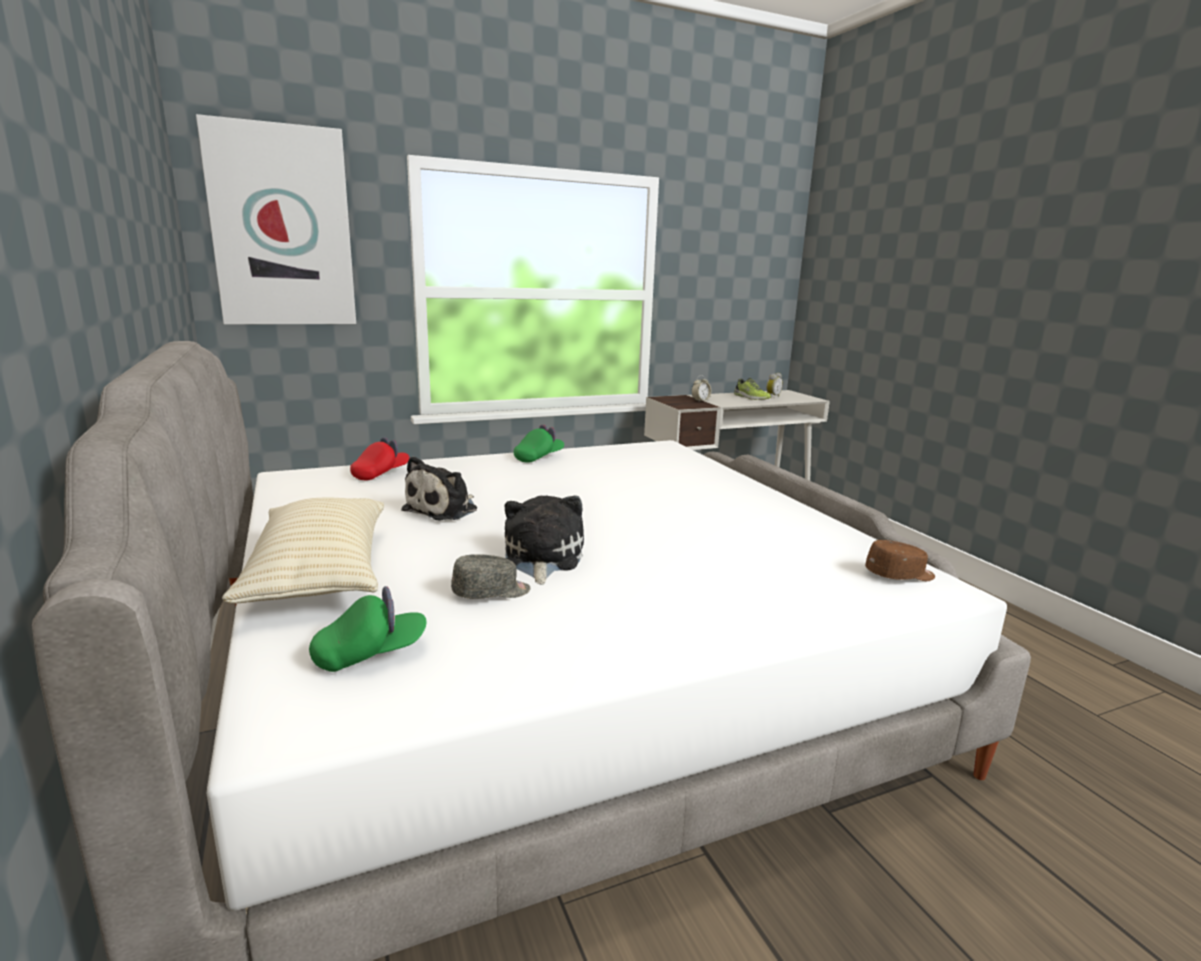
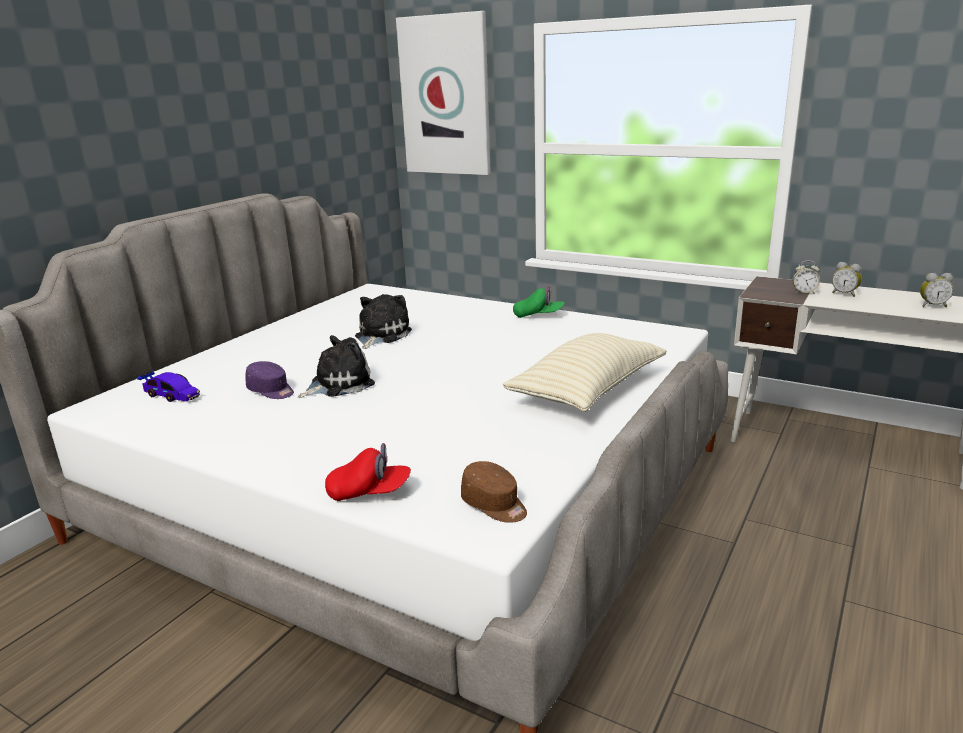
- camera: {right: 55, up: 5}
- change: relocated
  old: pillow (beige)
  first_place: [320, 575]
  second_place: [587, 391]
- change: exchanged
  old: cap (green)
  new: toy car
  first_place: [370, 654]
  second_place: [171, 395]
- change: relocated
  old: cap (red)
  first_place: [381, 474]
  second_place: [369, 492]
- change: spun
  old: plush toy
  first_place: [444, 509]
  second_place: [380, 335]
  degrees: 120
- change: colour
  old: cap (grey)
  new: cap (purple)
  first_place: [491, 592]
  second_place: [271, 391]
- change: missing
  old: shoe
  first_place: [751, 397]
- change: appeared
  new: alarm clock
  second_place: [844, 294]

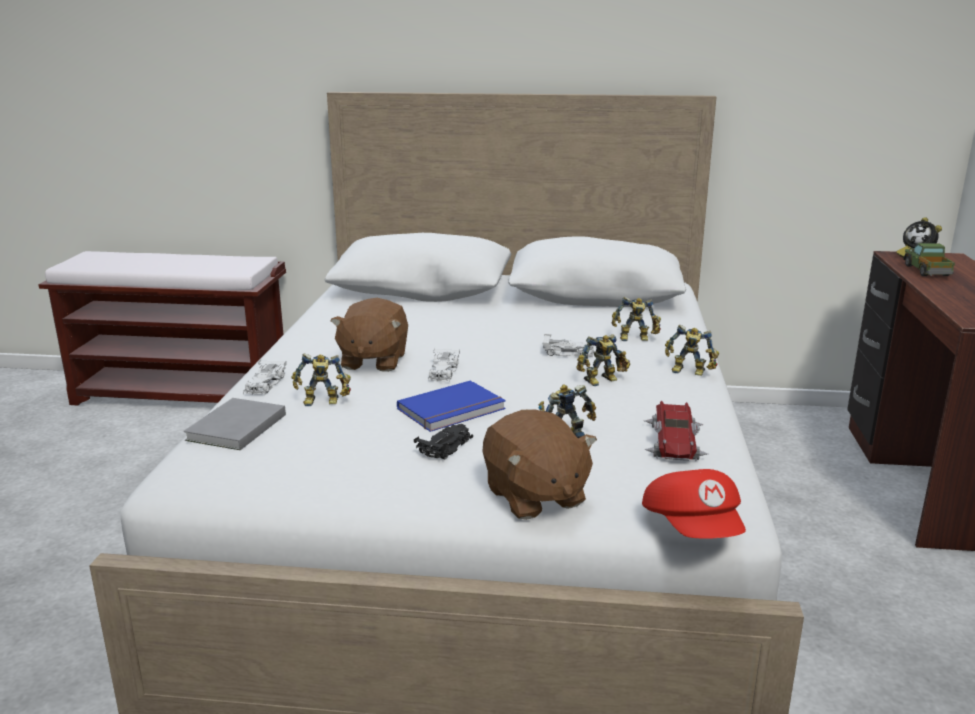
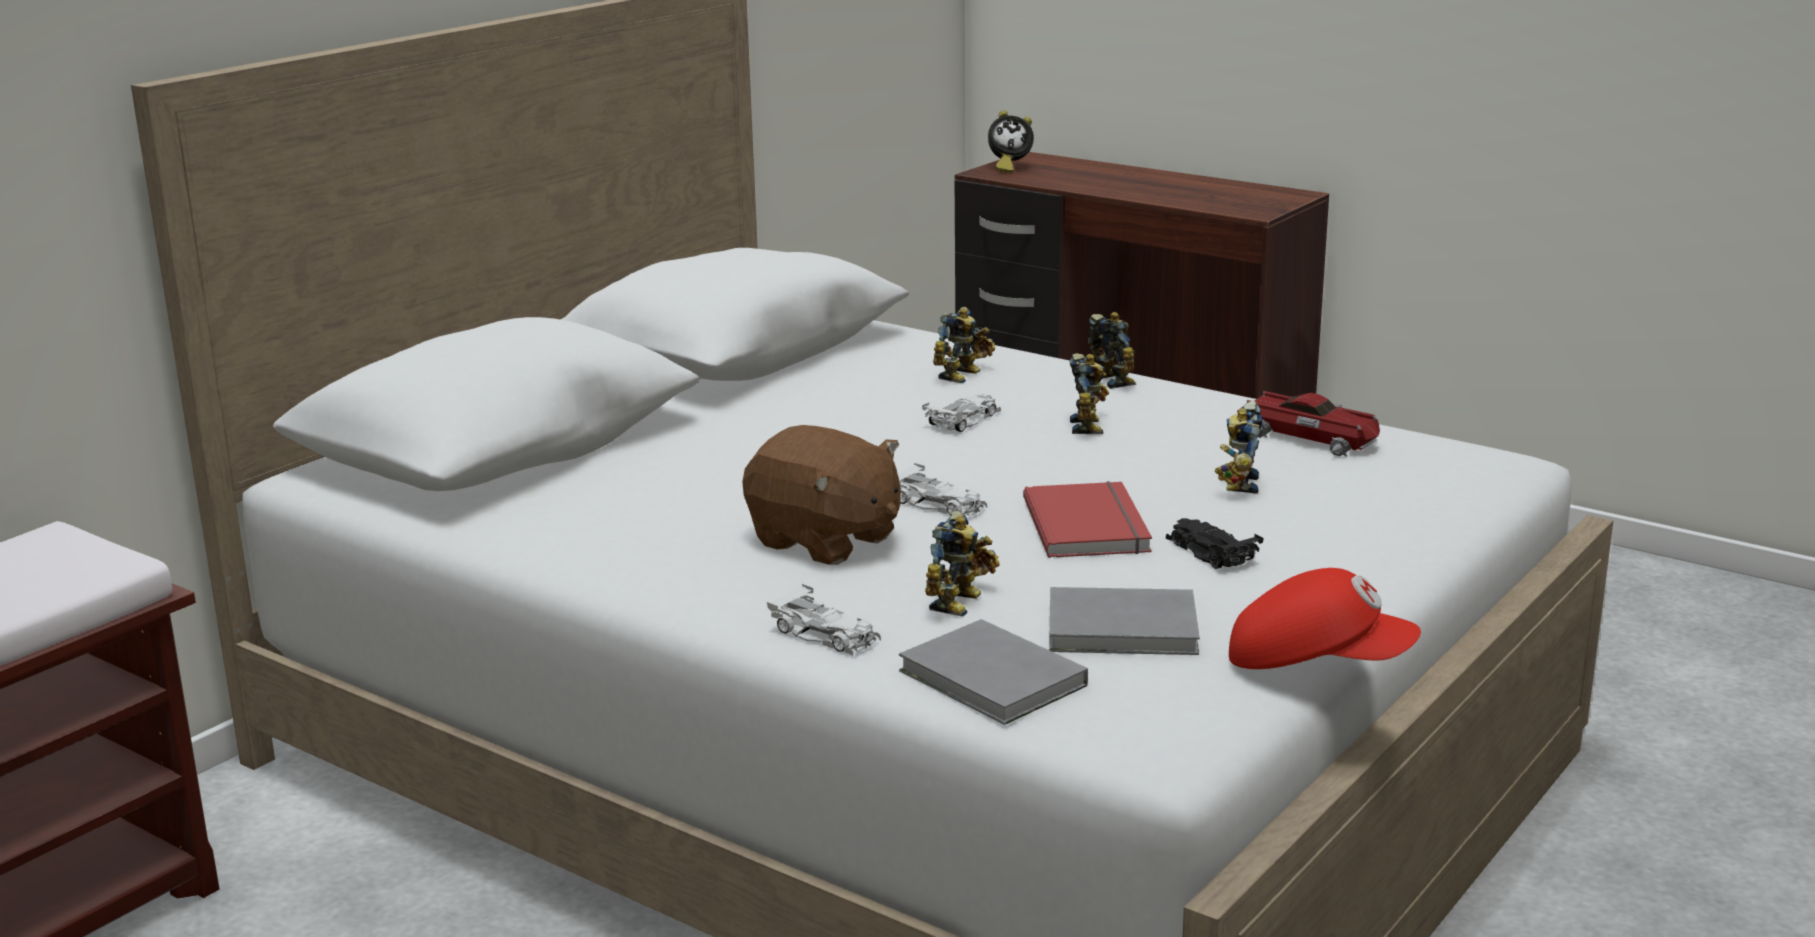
- camera: {right: -60, up: 0}
- change: colour
  old: book (blue)
  new: book (red)
  first_place: [453, 410]
  second_place: [1090, 525]
- change: missing
  old: plush toy (brown)
  first_place: [534, 496]
- change: relocated
  old: cap (red)
  first_place: [694, 529]
  second_place: [1316, 664]
- change: spun
  old: toy robot
  first_place: [689, 372]
  second_place: [1115, 380]
  degrees: -75
- change: missing
  old: toy truck
  first_place: [926, 271]
- change: appeared
  new: book (grey)
  second_place: [1126, 629]

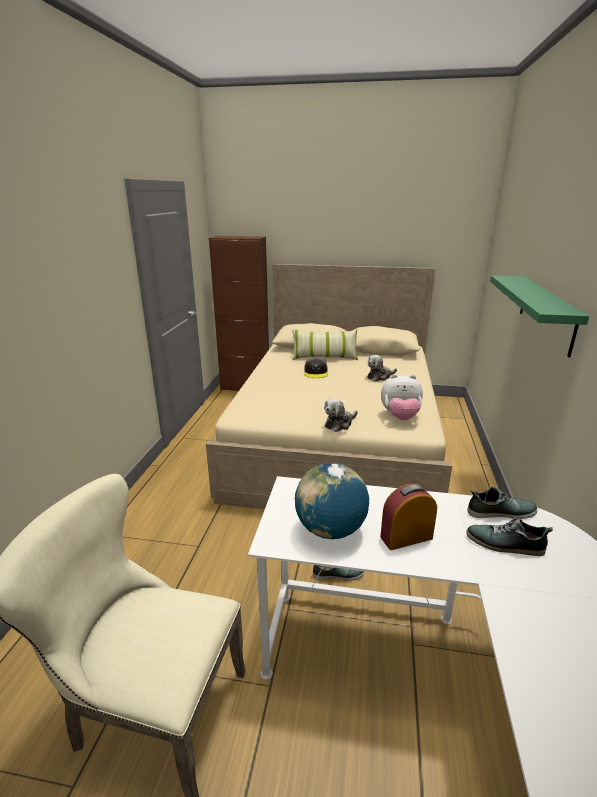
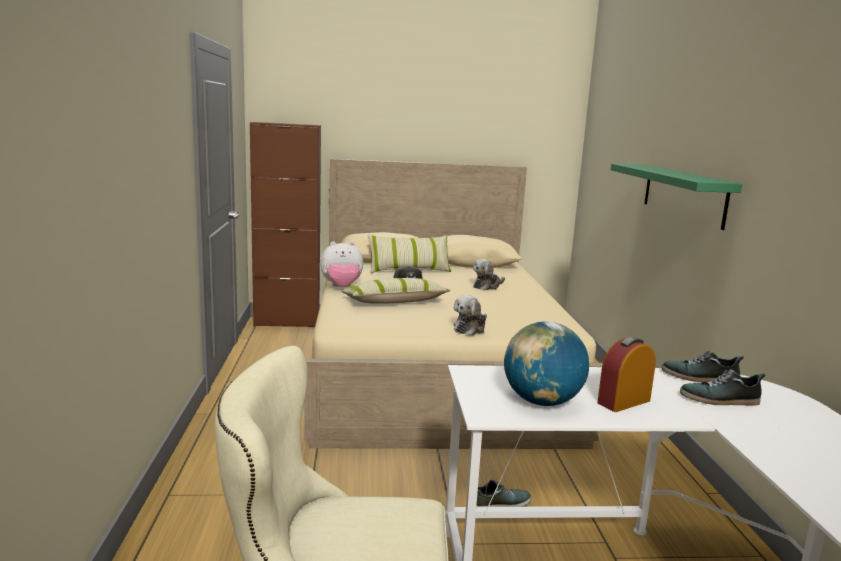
- camera: {right: -15, up: -10}
- change: relocated
  old: plush toy
  first_place: [400, 417]
  second_place: [341, 287]
- change: spun
  old: shoe
  first_place: [500, 512]
  second_place: [699, 377]
  degrees: -150
- change: appeared
  new: pillow
  second_place: [394, 302]

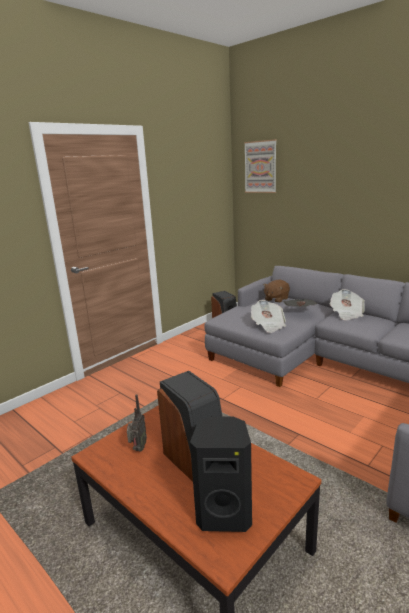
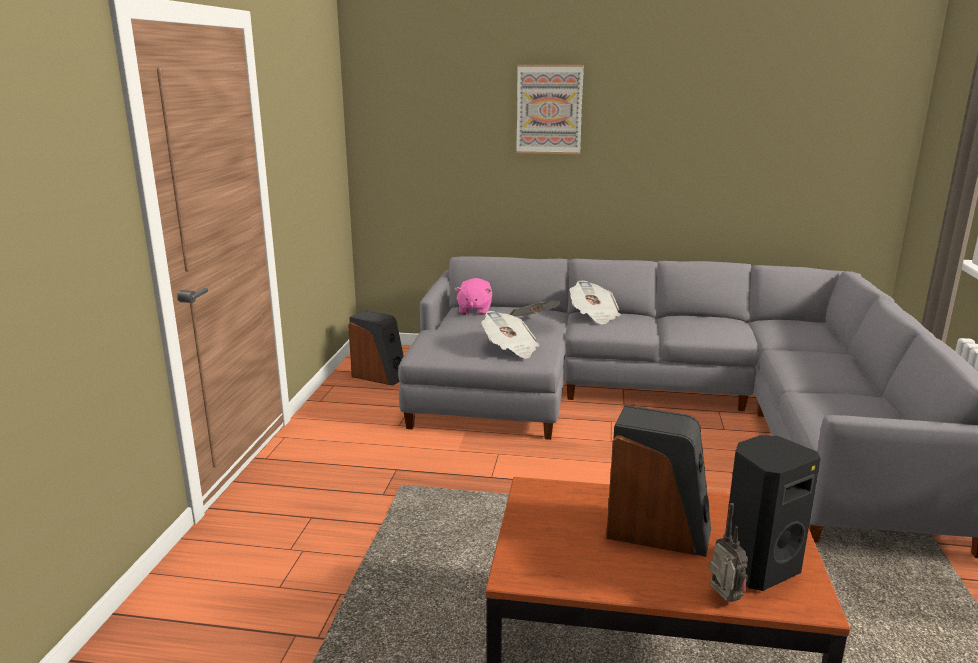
- camera: {right: -35, up: 0}
- change: relocated
  old: radio
  first_place: [138, 449]
  second_place: [723, 599]
- change: relocated
  old: picture
  first_place: [260, 167]
  second_place: [549, 109]
- change: colour
  old: plush toy (brown)
  new: plush toy (pink)
  first_place: [276, 299]
  second_place: [474, 311]

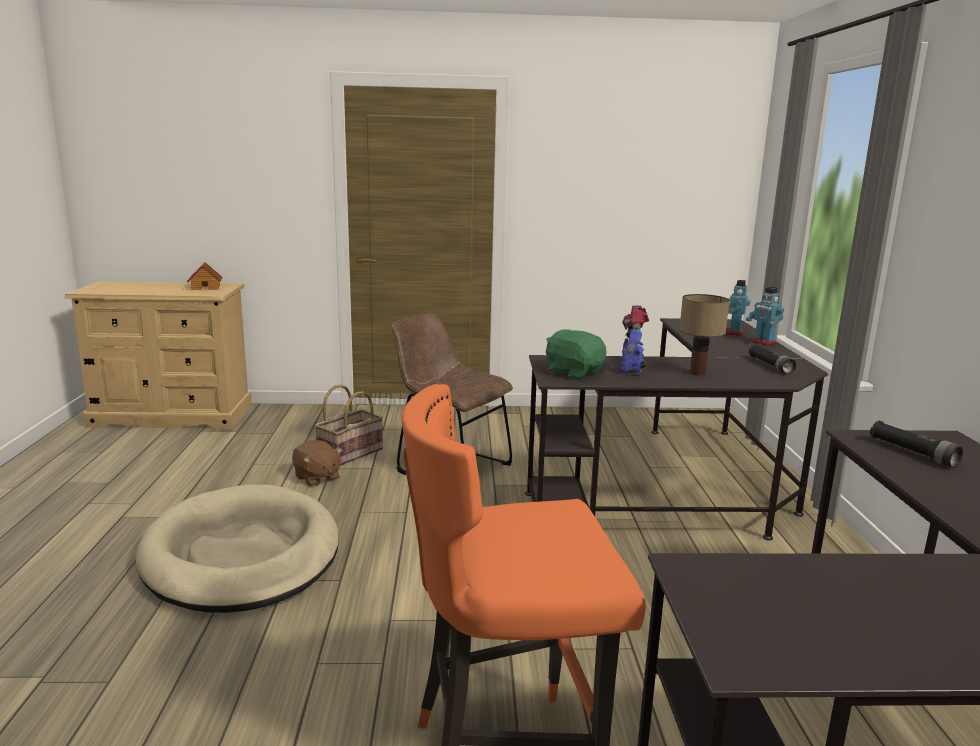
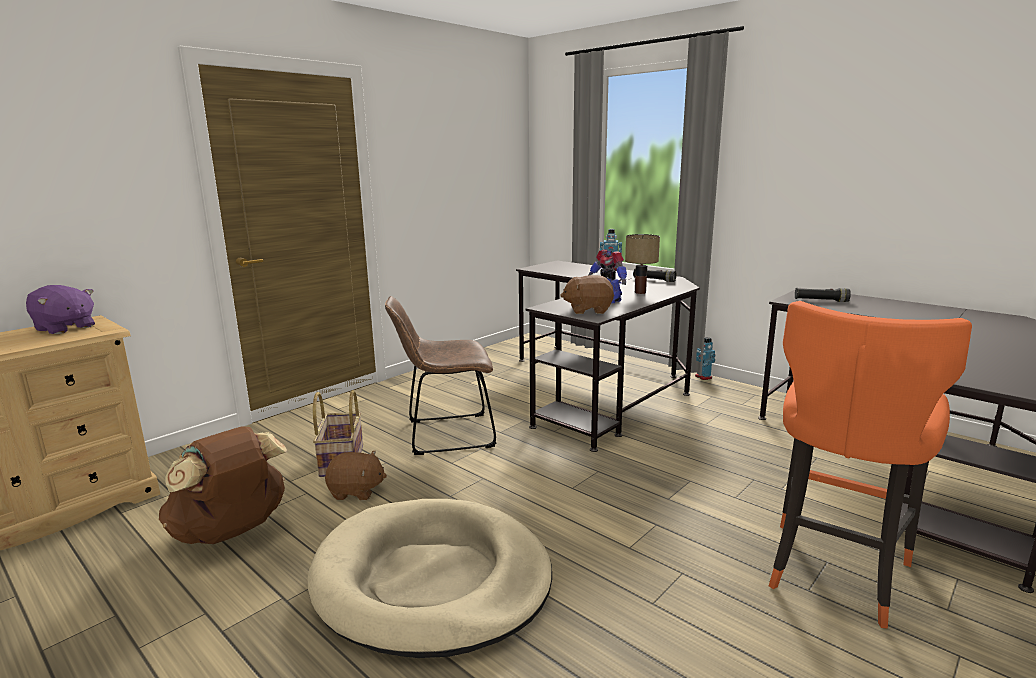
- camera: {right: -45, up: 0}
- change: exchanged
  old: toy house
  new: plush toy (purple)
  first_place: [206, 287]
  second_place: [65, 328]
- change: colour
  old: plush toy (green)
  new: plush toy (brown)
  first_place: [573, 373]
  second_place: [588, 310]
- change: relocated
  old: toy robot
  first_place: [733, 333]
  second_place: [703, 377]
- change: appeared
  new: backpack (brown)
  second_place: [232, 532]

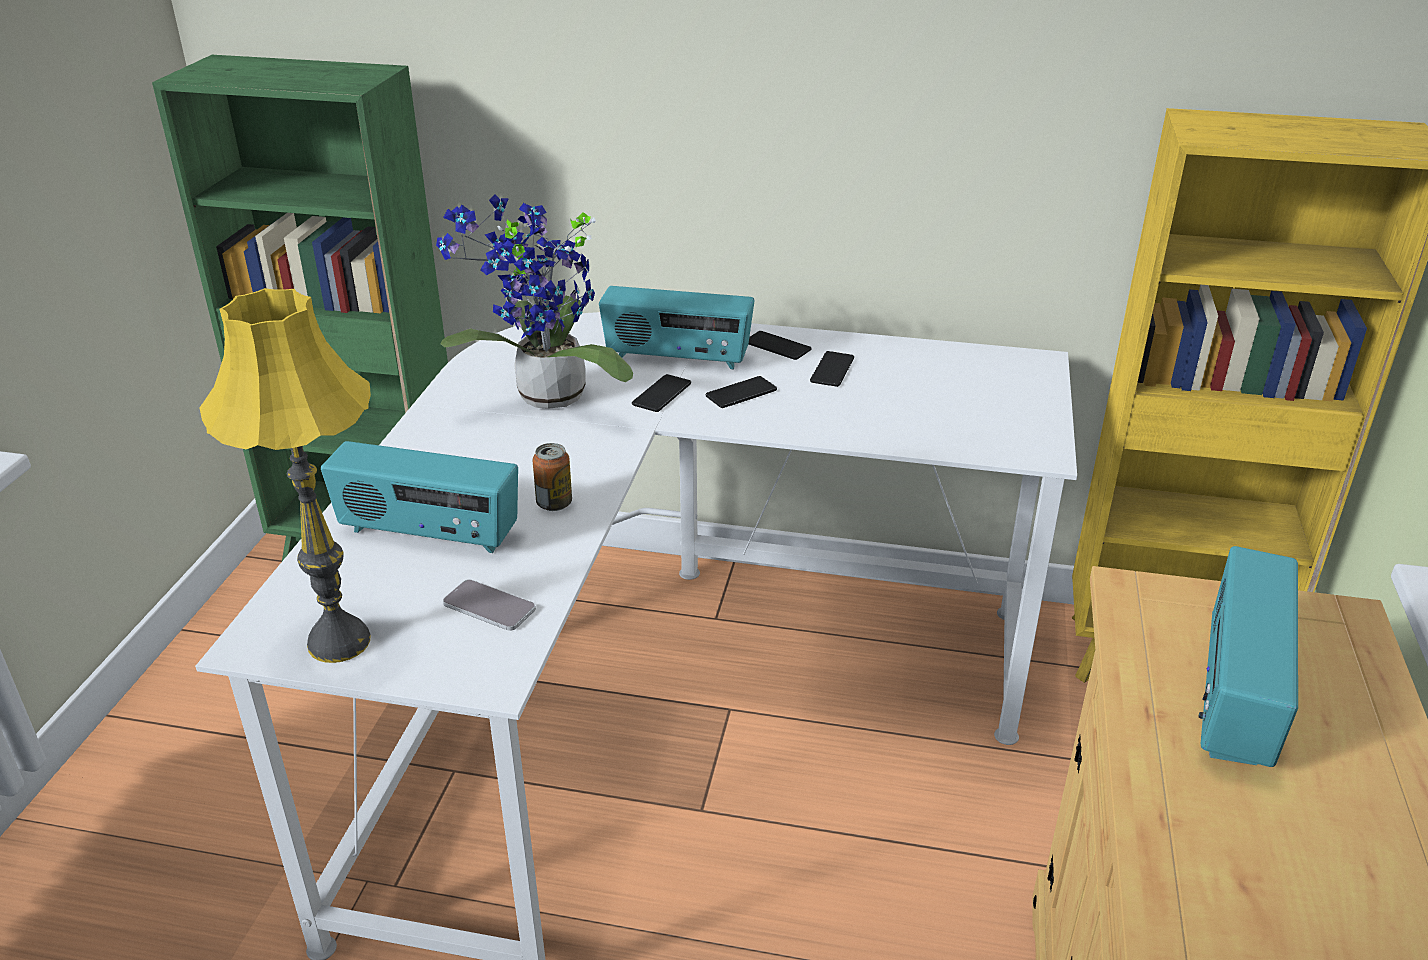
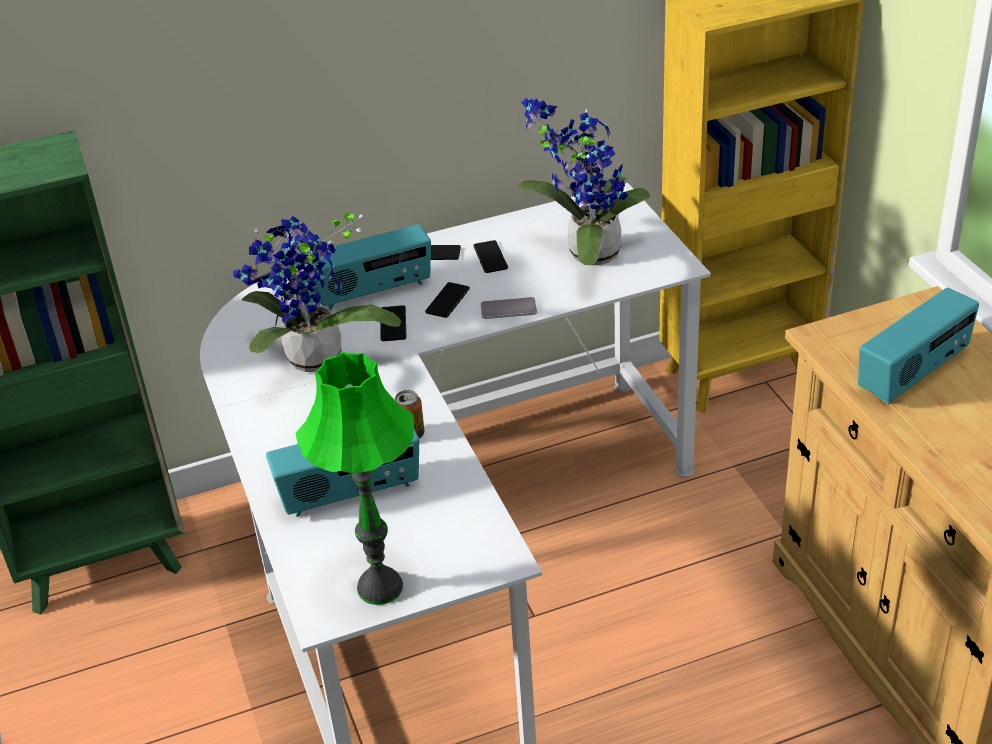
- camera: {right: -30, up: 5}
- change: colour
  old: table lamp (yellow)
  new: table lamp (green)
  first_place: [339, 641]
  second_place: [379, 587]
- change: relocated
  old: phone
  first_place: [489, 606]
  second_place: [508, 309]
- change: spun
  old: radio
  first_place: [1233, 697]
  second_place: [914, 374]
  degrees: -120
- change: appeared
  new: potted plant
  second_place: [587, 254]

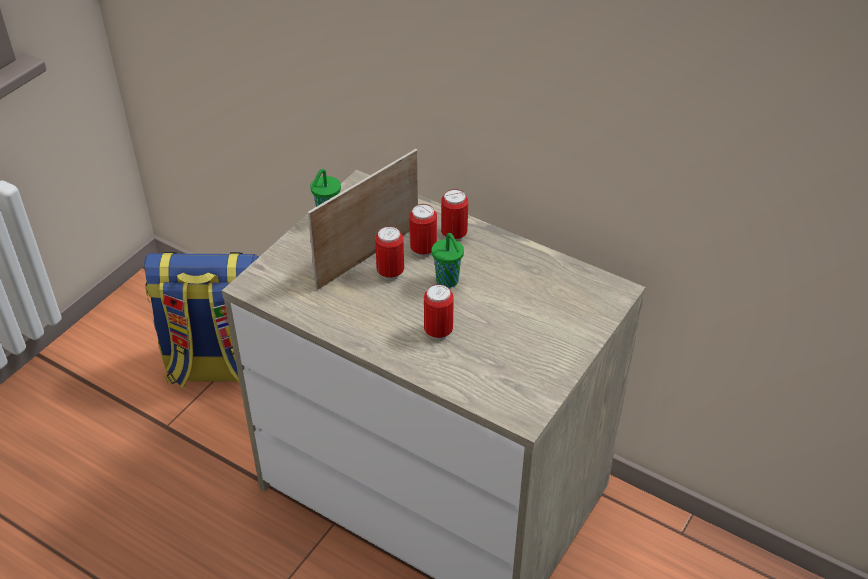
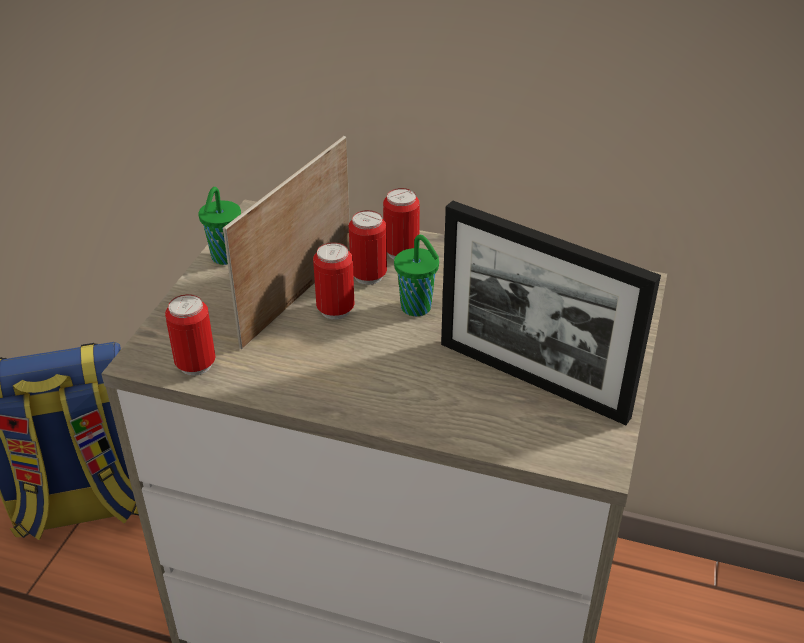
- camera: {right: -15, up: -5}
- change: relocated
  old: can
  first_place: [438, 331]
  second_place: [196, 365]
- change: appeared
  new: picture frame
  second_place: [532, 379]

